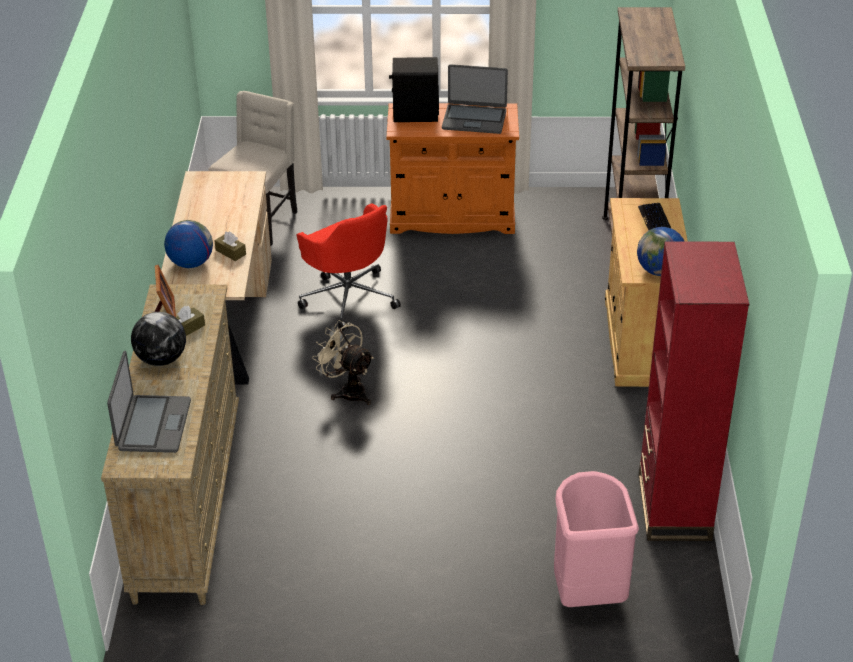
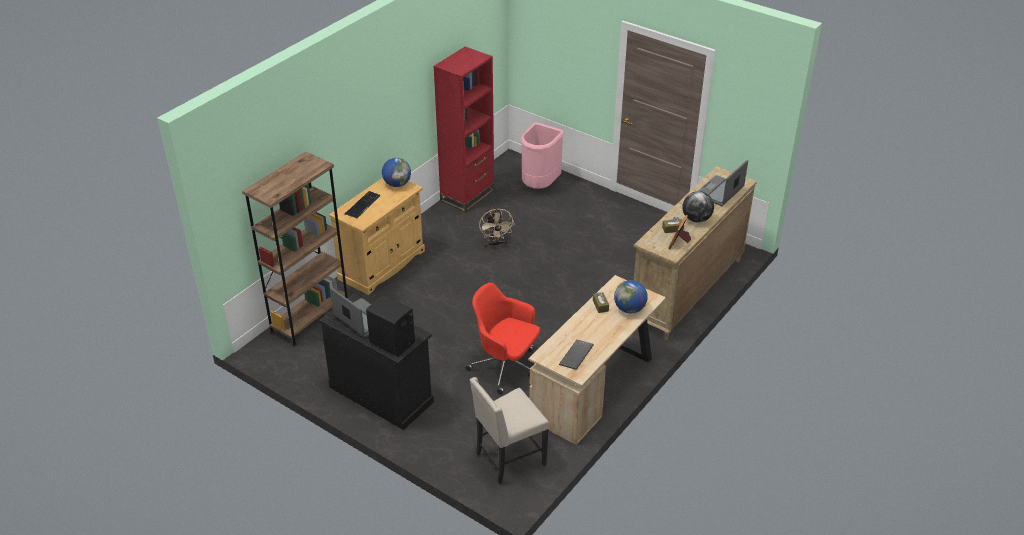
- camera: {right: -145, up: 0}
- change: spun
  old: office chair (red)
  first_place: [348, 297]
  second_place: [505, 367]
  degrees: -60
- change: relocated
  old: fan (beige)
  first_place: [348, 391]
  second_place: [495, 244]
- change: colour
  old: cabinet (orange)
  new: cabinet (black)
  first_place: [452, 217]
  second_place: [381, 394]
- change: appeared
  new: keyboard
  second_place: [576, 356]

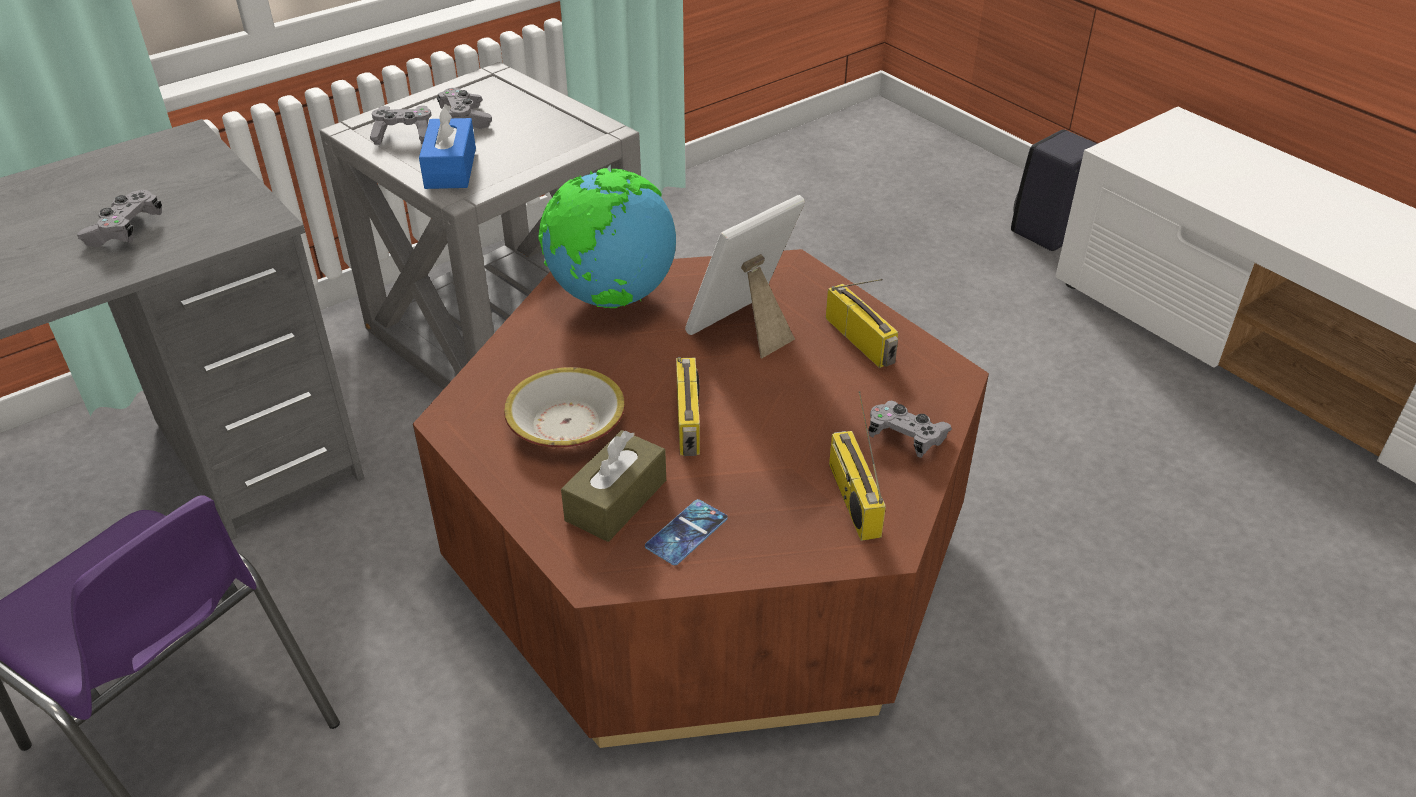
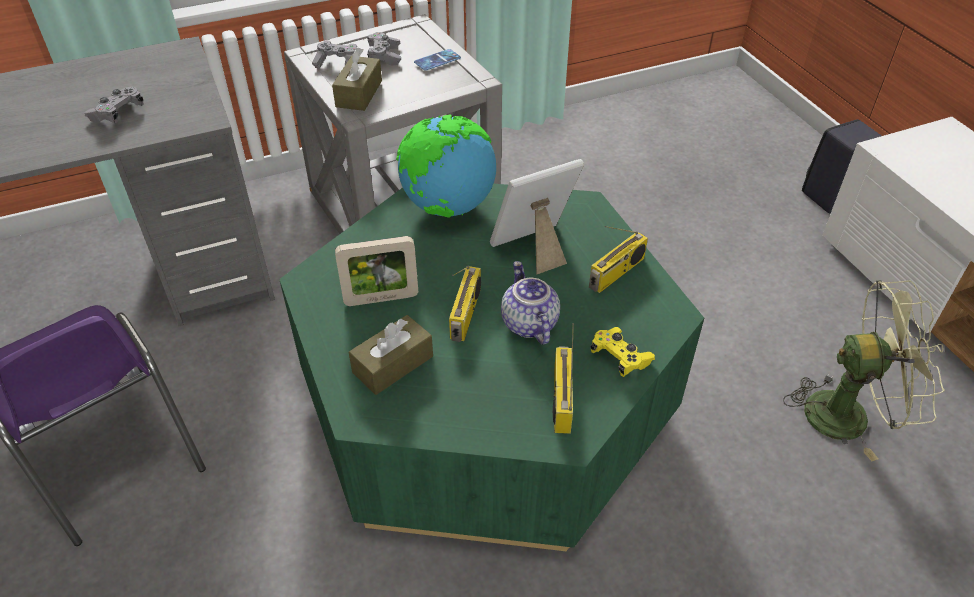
- camera: {right: 15, up: 5}
- change: colour
  old: coffee table (brown)
  new: coffee table (green)
  first_place: [707, 553]
  second_place: [486, 402]
- change: colour
  old: tissue box (blue)
  new: tissue box (brown)
  first_place: [450, 168]
  second_place: [359, 94]
- change: exchanged
  old: bowl
  new: picture frame
  first_place: [567, 423]
  second_place: [381, 298]
- change: relocated
  old: phone
  first_place: [686, 532]
  second_place: [437, 60]
- change: spun
  old: radio
  first_place: [861, 340]
  second_place: [616, 273]
  degrees: 60
- change: colour
  old: game controller (grey)
  new: game controller (yellow)
  first_place: [906, 437]
  second_place: [620, 358]
- change: appeared
  new: teapot
  second_place: [527, 323]
- change: appeared
  new: fan (green)
  second_place: [849, 414]

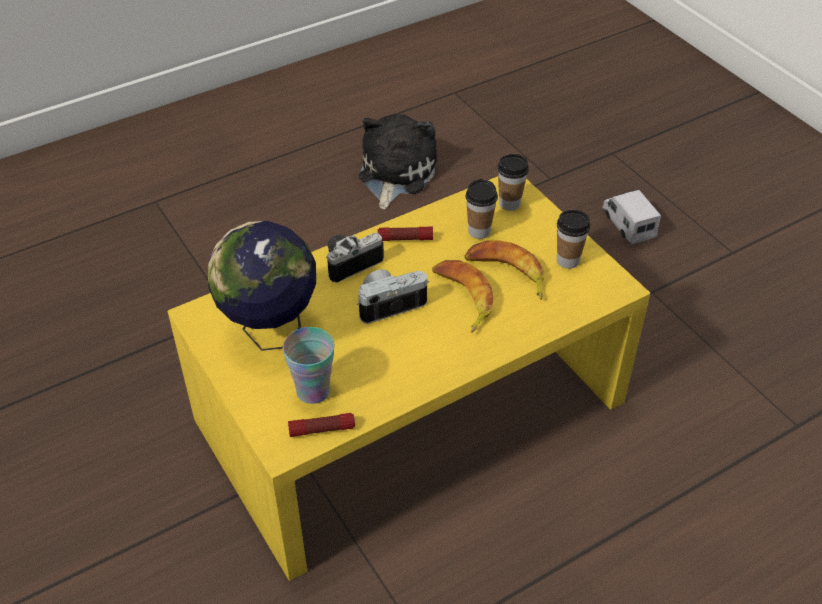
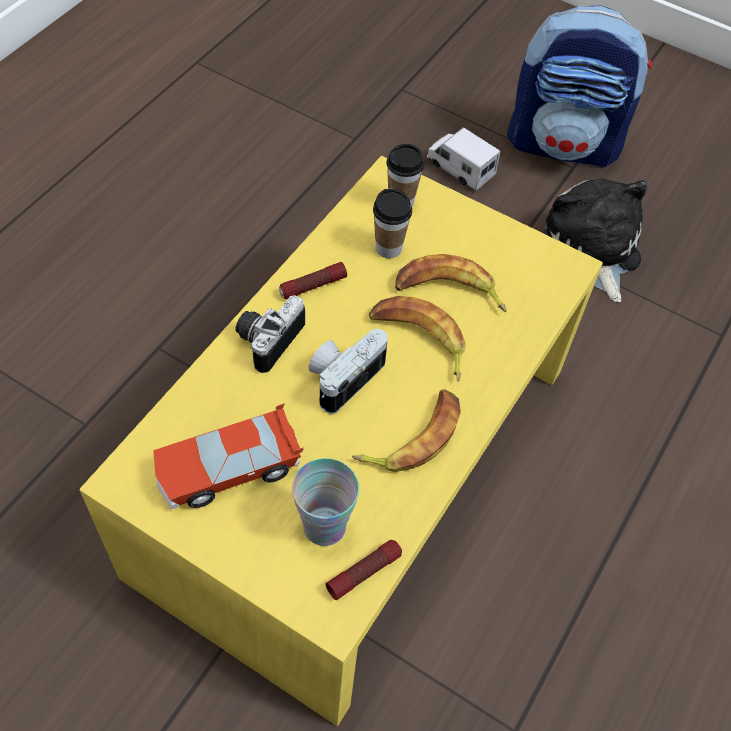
- camera: {right: -30, up: 10}
- change: exchanged
  old: globe
  new: toy car
  first_place: [270, 332]
  second_place: [227, 469]
- change: relocated
  old: plush toy
  first_place: [395, 174]
  second_place: [592, 250]
- change: missing
  old: cup
  first_place: [567, 261]
- change: appeared
  new: banana
  second_place: [413, 436]
- change: appeared
  new: backpack
  second_place: [564, 144]

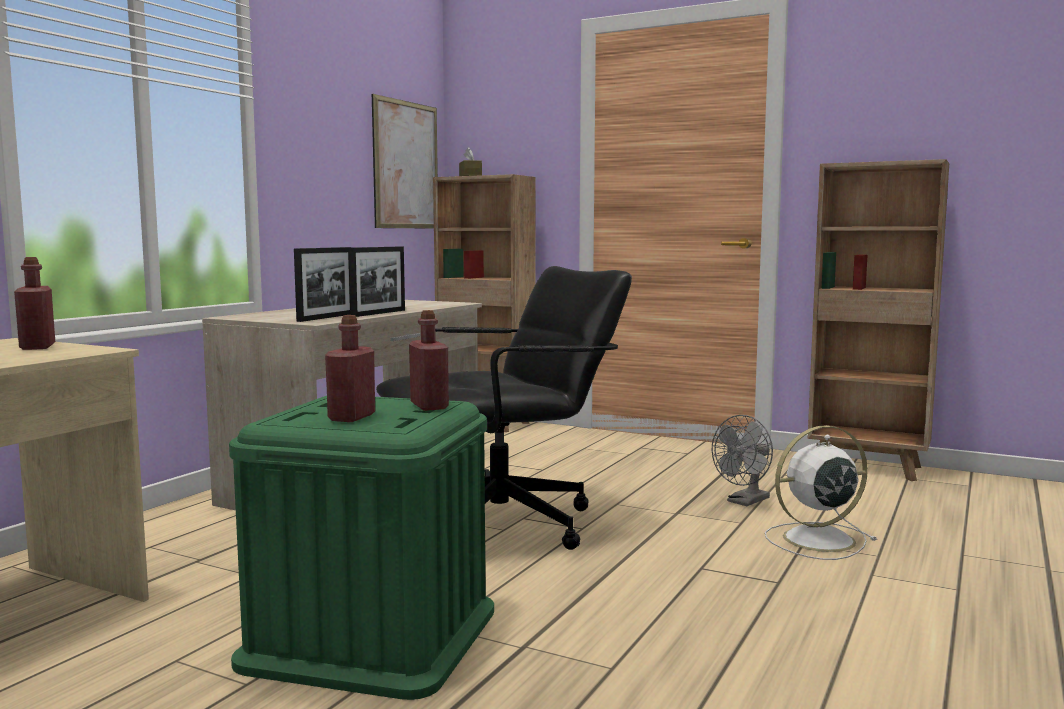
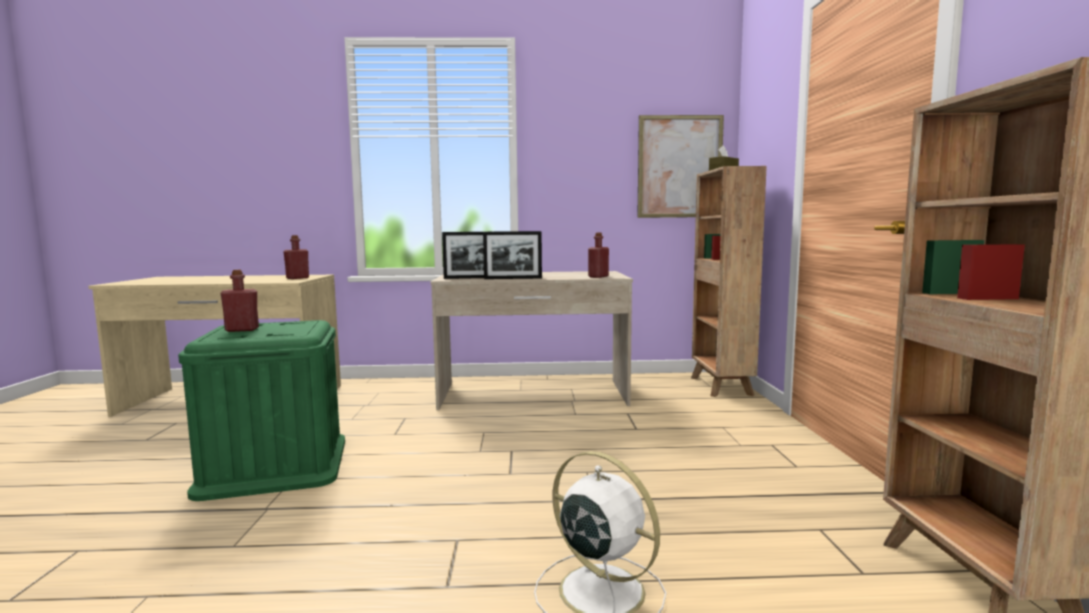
- camera: {right: 60, up: 0}
- change: missing
  old: office chair (black)
  first_place: [503, 526]
- change: relocated
  old: bottle (red)
  first_place: [429, 406]
  second_place: [598, 277]
- change: missing
  old: fan (grey)
  first_place: [745, 502]

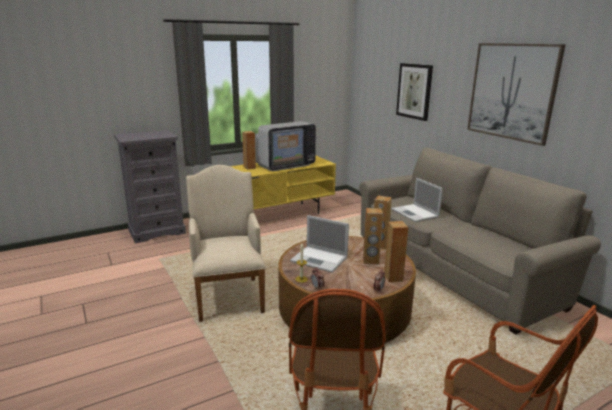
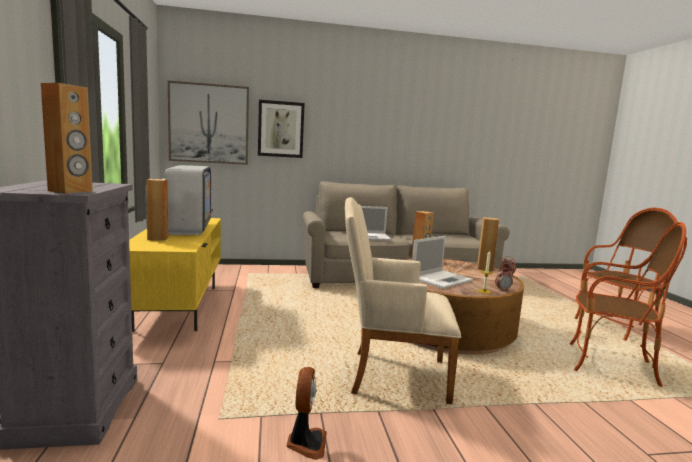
- camera: {right: -70, up: -10}
- change: relocated
  old: speaker (brown)
  first_place: [371, 261]
  second_place: [71, 191]
- change: relocated
  old: picture
  first_place: [512, 91]
  second_place: [209, 124]
- change: appeared
  new: fan
  second_place: [306, 443]

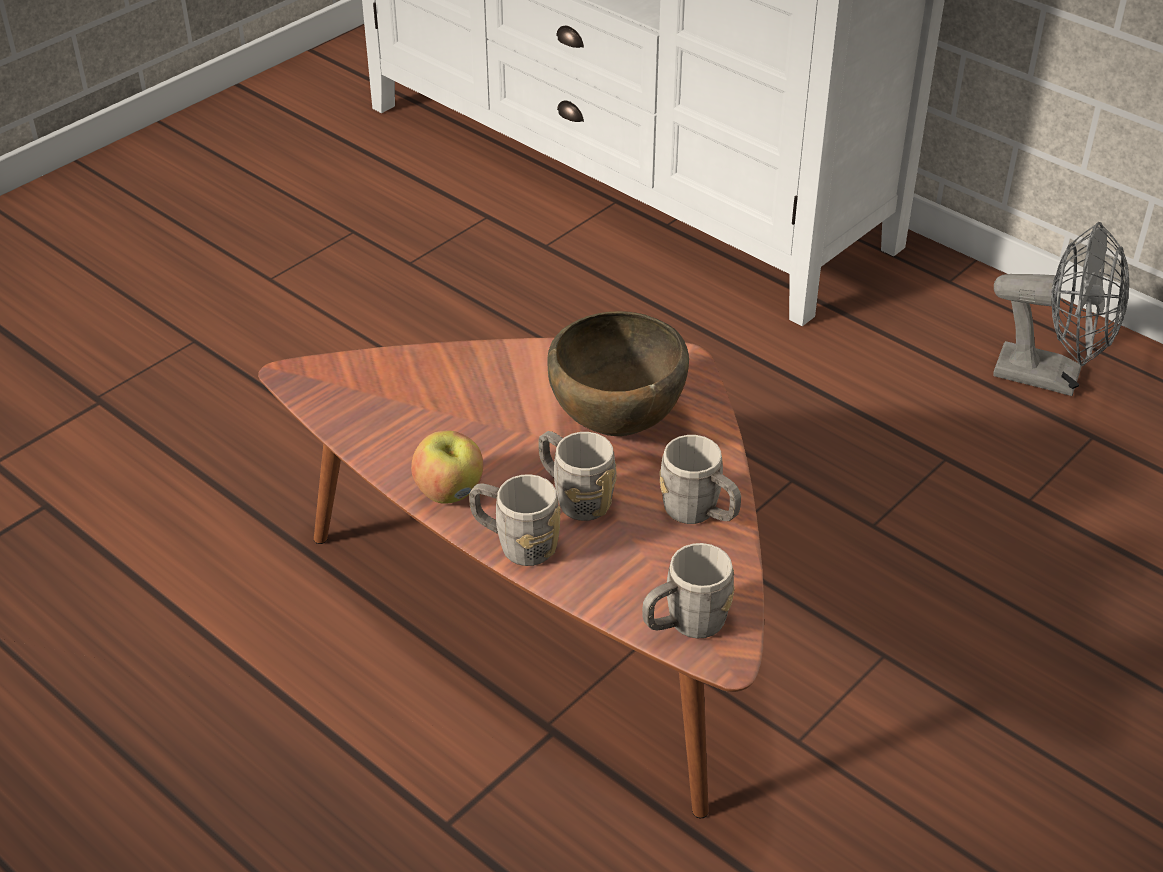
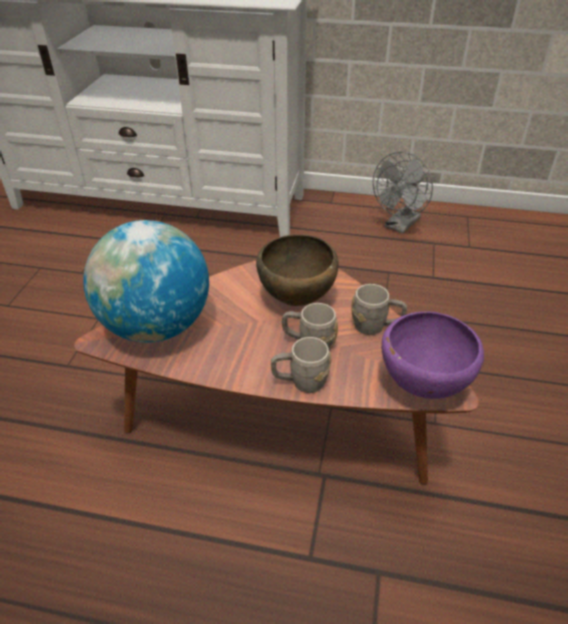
- camera: {right: -30, up: 0}
- change: missing
  old: apple
  first_place: [449, 492]
- change: exchanged
  old: mug (grey)
  new: bowl (purple)
  first_place: [685, 624]
  second_place: [422, 386]
- change: spun
  old: fan (grey)
  first_place: [1051, 377]
  second_place: [399, 226]
  degrees: 135
- change: appeared
  new: globe
  second_place: [156, 326]

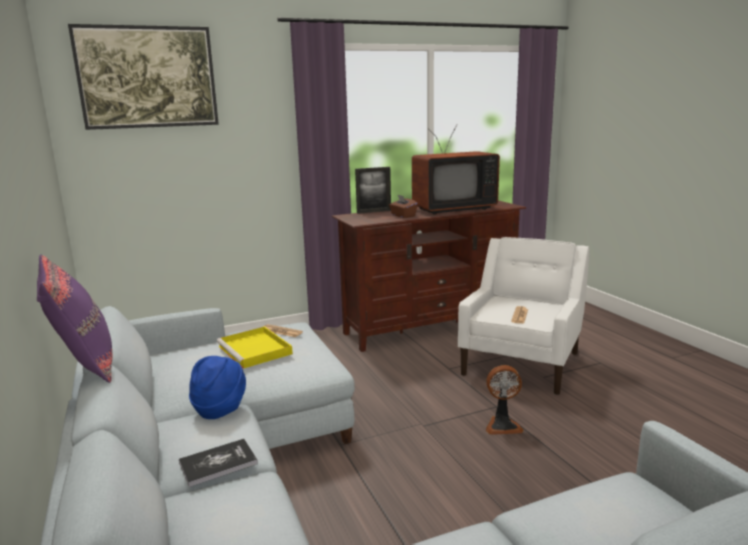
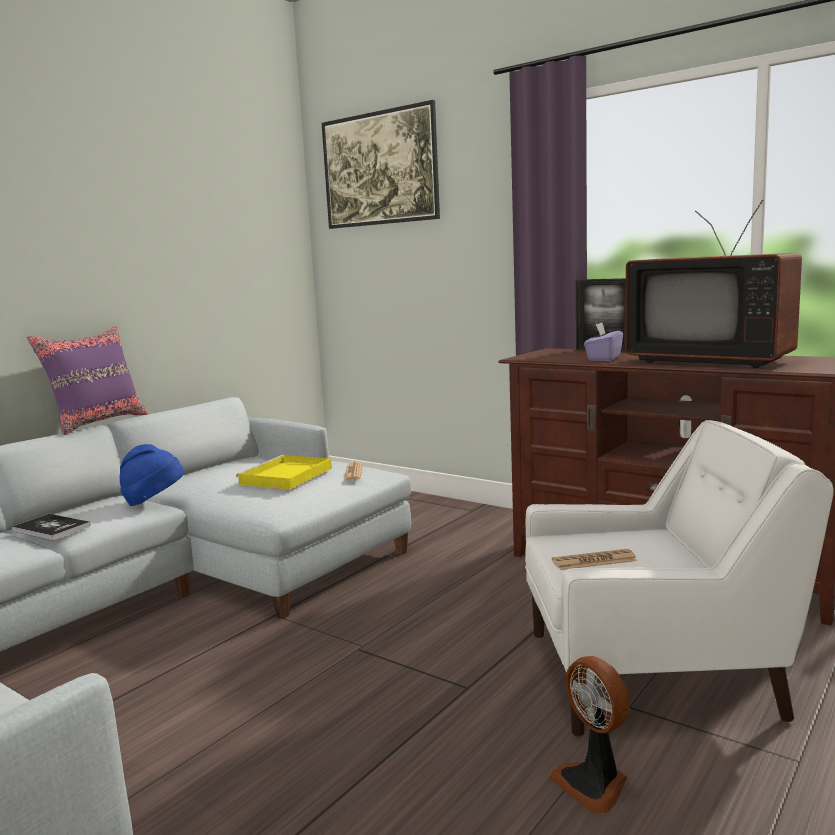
- camera: {right: 60, up: -5}
- change: colour
  old: tissue box (brown)
  new: tissue box (purple)
  first_place: [403, 216]
  second_place: [603, 358]
- change: relocated
  old: fan
  first_place: [502, 425]
  second_place: [593, 783]

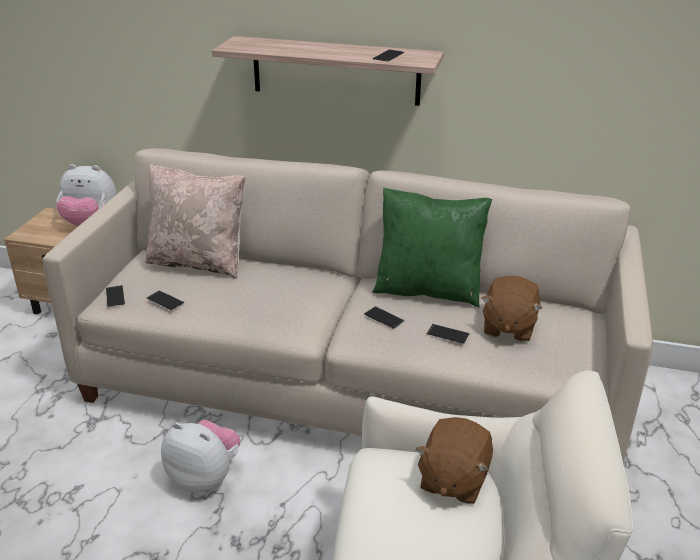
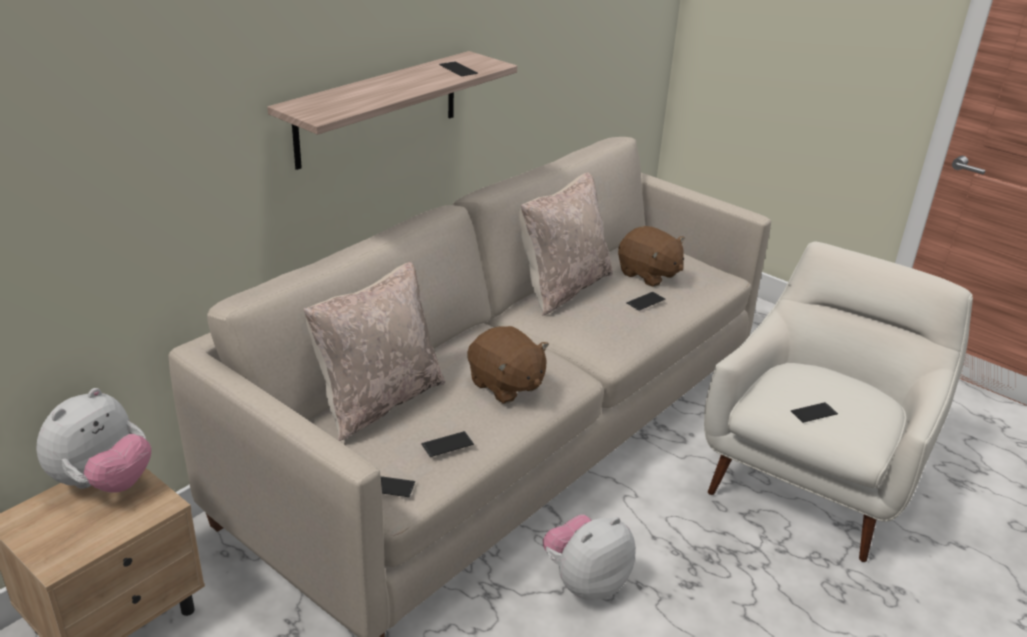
- camera: {right: -65, up: 0}
- change: relocated
  old: phone
  first_place: [384, 317]
  second_place: [814, 413]
- change: colour
  old: pillow (green)
  new: pillow (beige)
  first_place: [428, 290]
  second_place: [562, 288]
- change: relocated
  old: plush toy (brown)
  first_place: [452, 479]
  second_place: [506, 385]

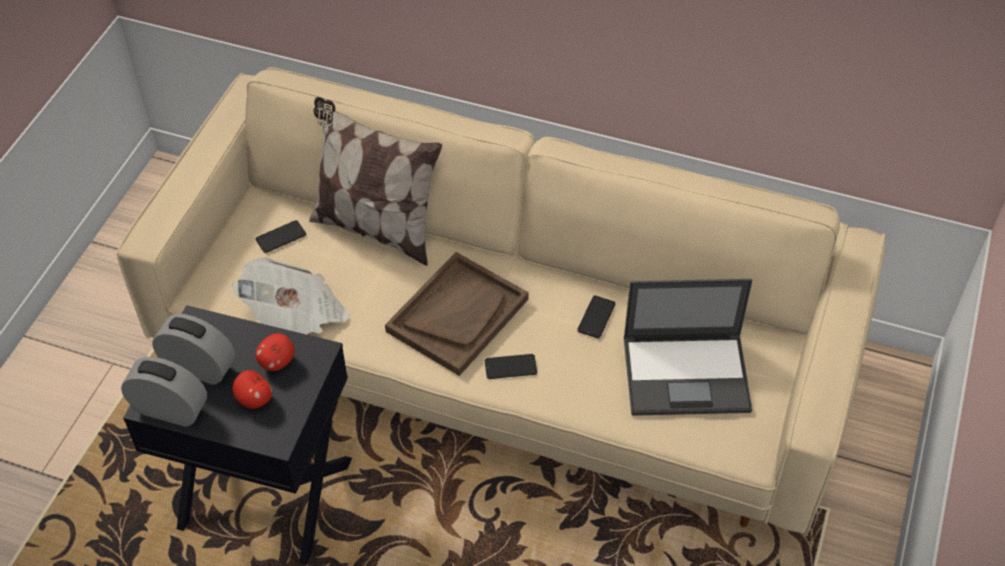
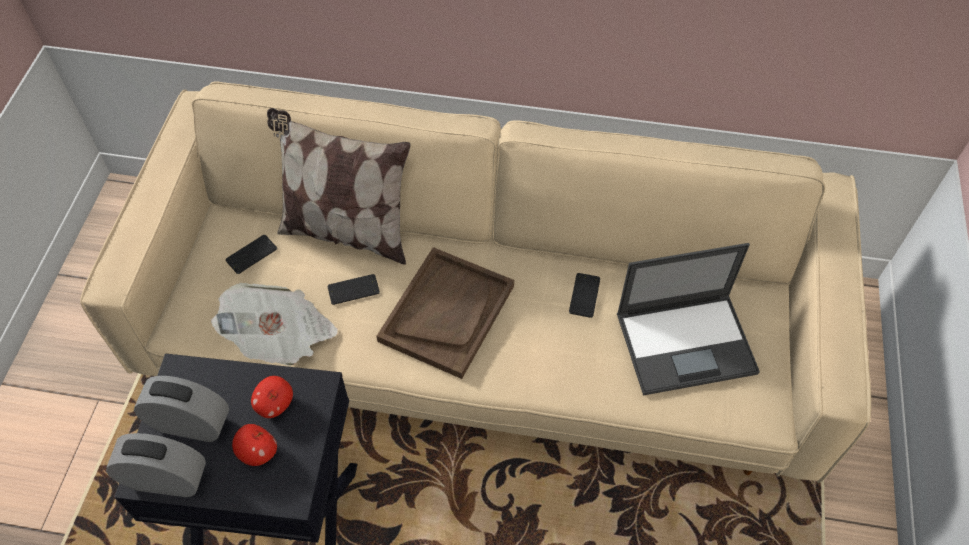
- camera: {right: -10, up: 5}
- change: relocated
  old: phone
  first_place: [510, 367]
  second_place: [353, 290]

